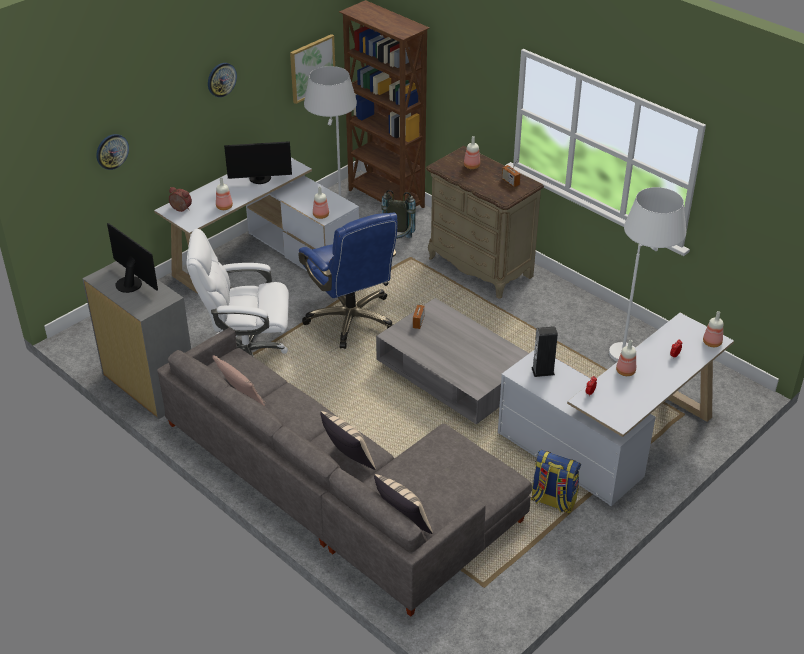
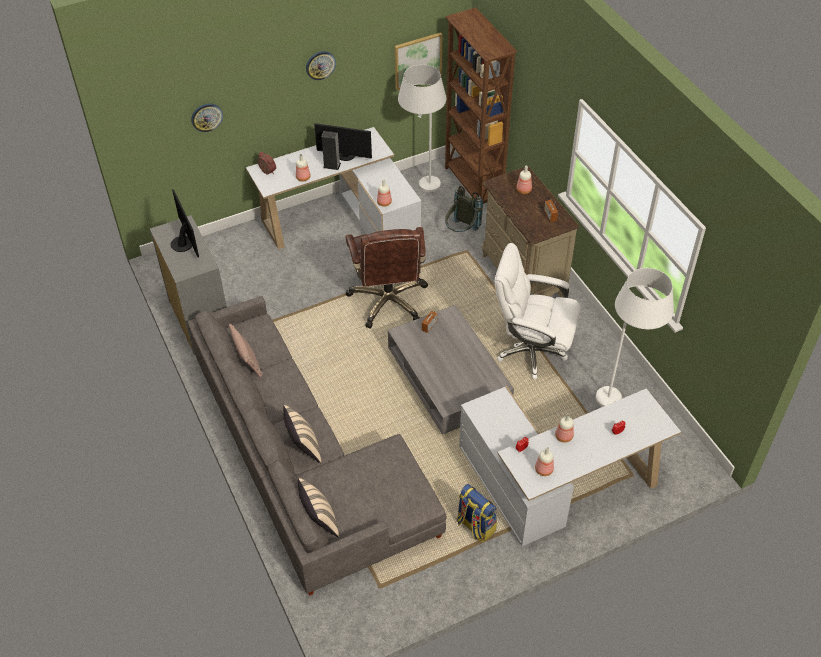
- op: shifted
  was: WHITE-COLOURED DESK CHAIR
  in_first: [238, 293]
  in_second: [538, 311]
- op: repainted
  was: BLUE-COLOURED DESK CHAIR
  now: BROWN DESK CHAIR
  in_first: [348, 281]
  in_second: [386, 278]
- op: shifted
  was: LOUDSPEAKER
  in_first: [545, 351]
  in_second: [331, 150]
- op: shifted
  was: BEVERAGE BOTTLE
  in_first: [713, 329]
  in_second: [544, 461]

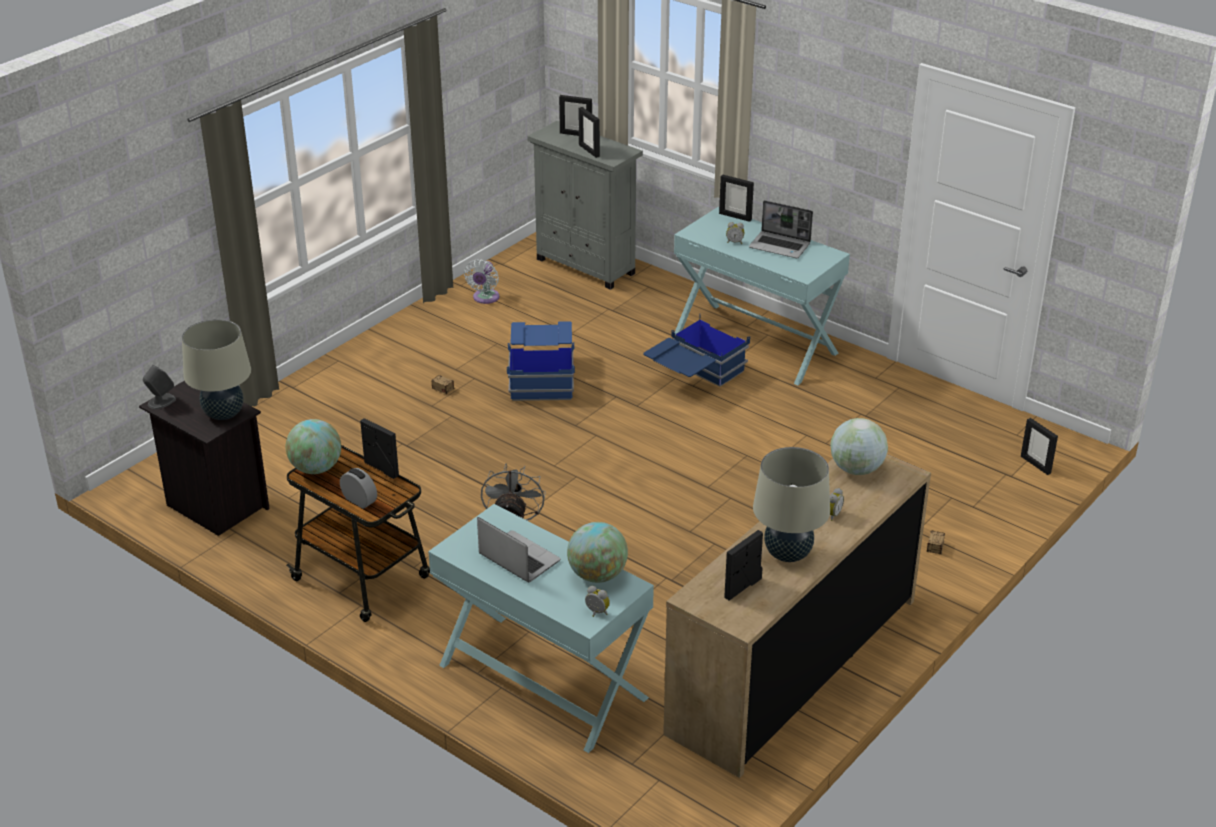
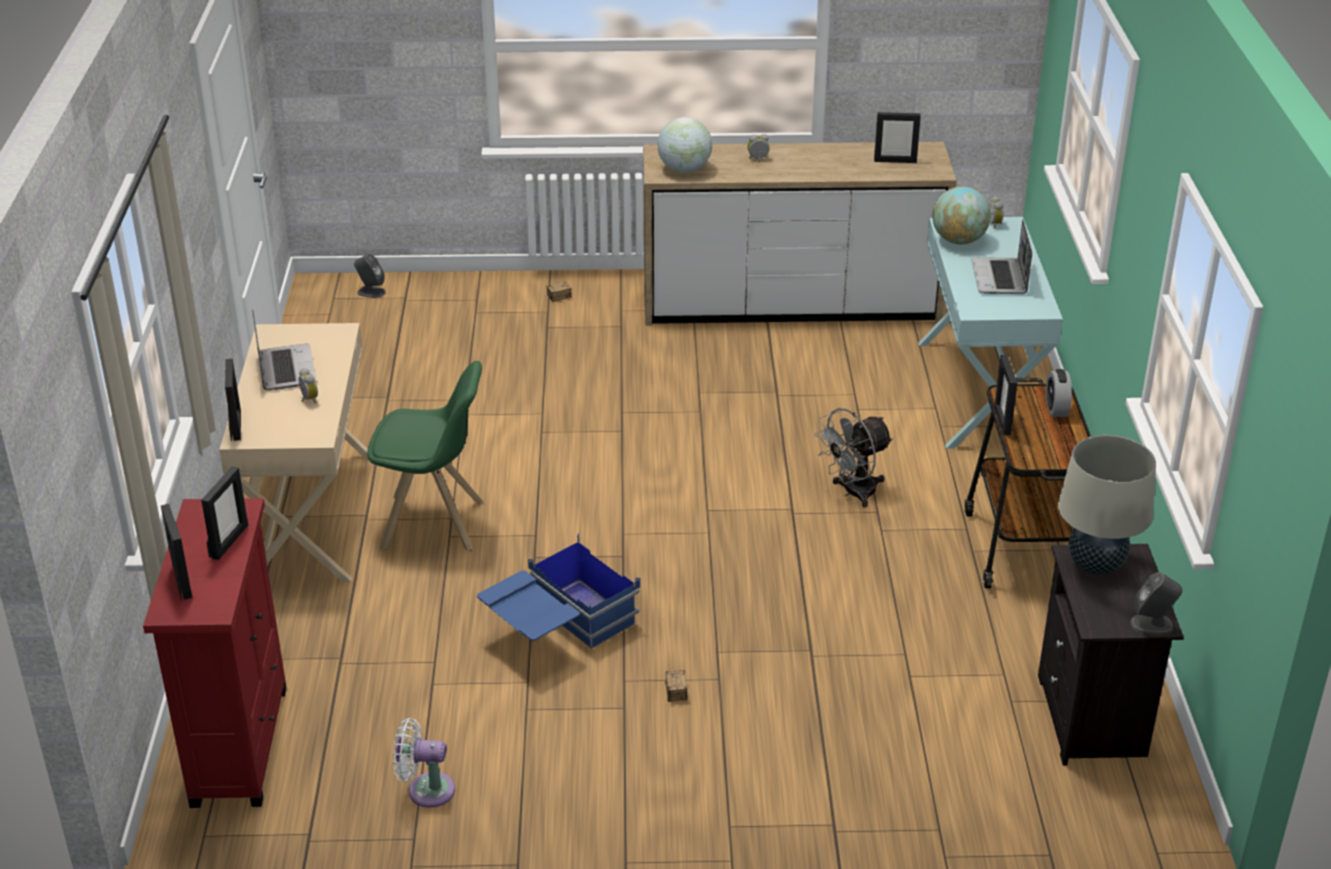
- op: gone
  was: DESK GLOBE
  in_first: [313, 446]
- op: rotated
  was: WHITE-COLOURED FAN
  in_first: [481, 281]
  in_second: [424, 763]
  clockwise: -150
- op: repainted
  was: GREYISH STORAGE CABINET
  now: RED STORAGE CABINET
  in_first: [585, 205]
  in_second: [215, 653]
- op: swapped
  was: BLUE-COLOURED STORAGE BOX
  now: GREEN UPRIGHT CHAIR
  in_first: [696, 351]
  in_second: [425, 456]
- op: repainted
  was: TURQUOISE-COLOURED DESK TABLE
  now: BEIGE-COLOURED DESK TABLE
  in_first: [762, 296]
  in_second: [293, 452]
- op: gone
  was: BEIGE-COLOURED LAMP FOR A TABLE
  in_first: [791, 504]
- op: swapped
  was: PICTURE FRAME
  now: GREYISH LOUDSPEAKER
  in_first: [1039, 446]
  in_second: [370, 276]

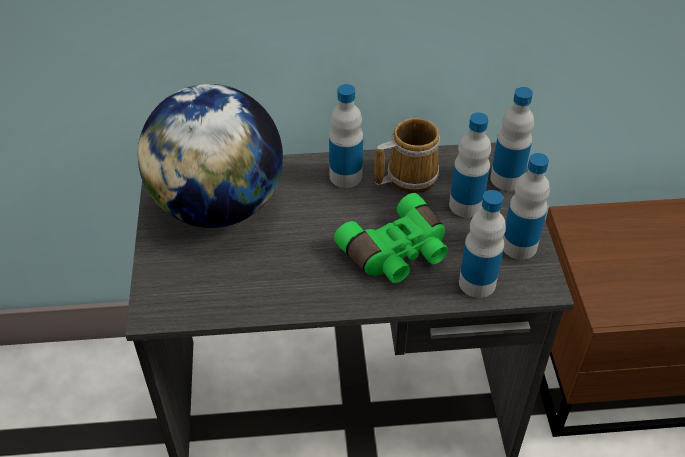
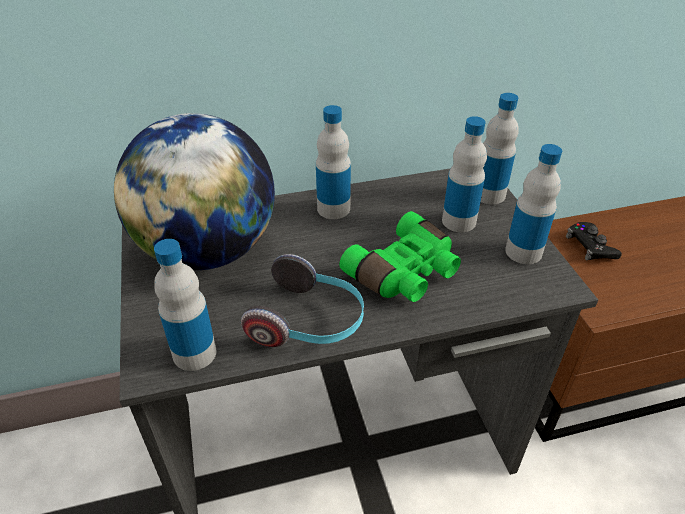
- op: gone
  was: MUG
  in_first: [407, 155]
- op: shifted
  was: BEVERAGE BOTTLE
  in_first: [482, 244]
  in_second: [185, 305]
- op: new
  now: HEADPHONES
  in_second: [302, 300]
- op: new
  now: BLACK-COLOURED GAMEPAD
  in_second: [594, 241]

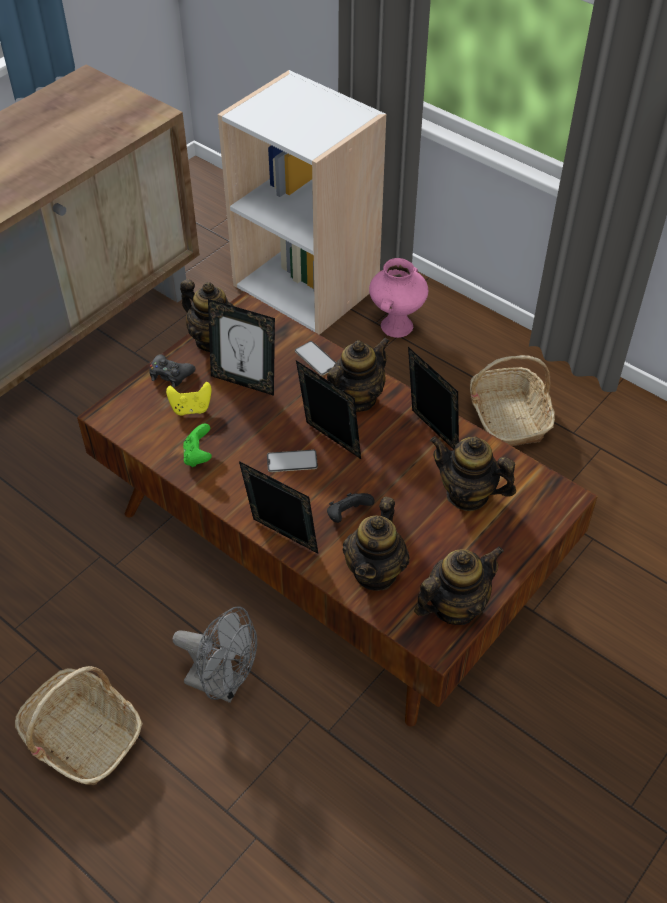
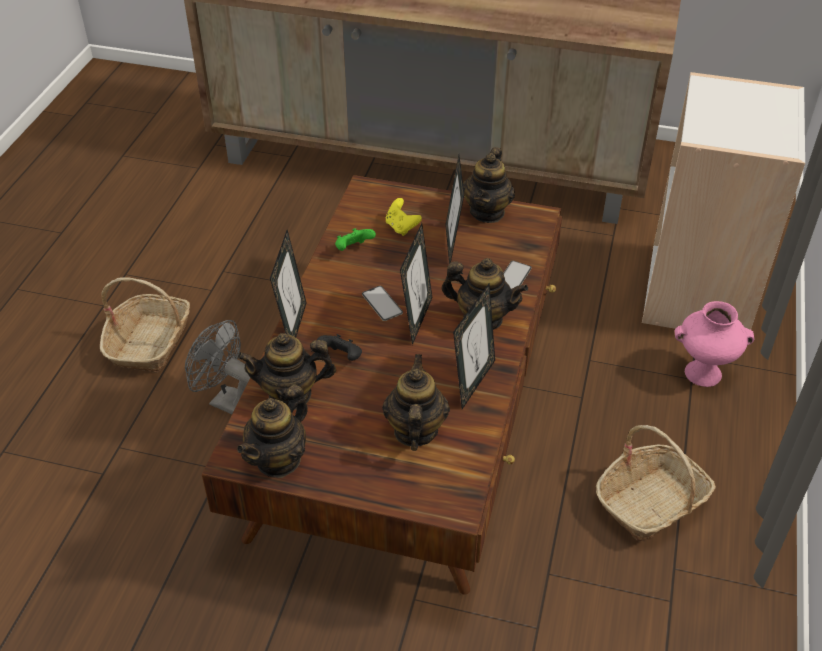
- op: gone
  was: BLACK-COLOURED GAMEPAD
  in_first: [173, 371]
- op: rotated
  was: GREYISH FAN
  in_first: [215, 654]
  in_second: [217, 367]
  clockwise: 120
- op: rotated
  was: TEA POT
  in_first: [459, 585]
  in_second: [272, 431]
  clockwise: 90

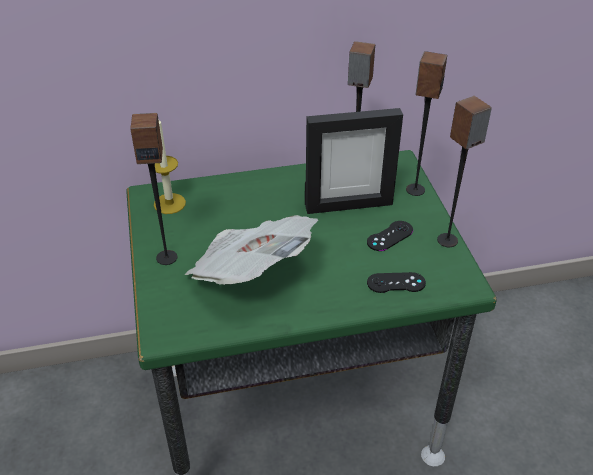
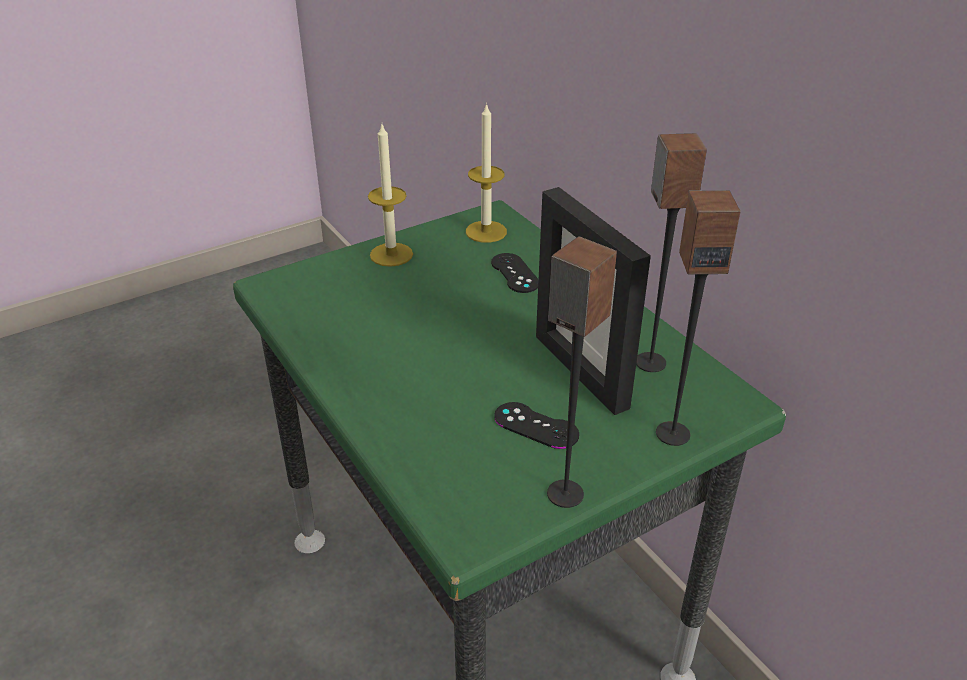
- op: swapped
  was: LOUDSPEAKER
  now: WAX LIGHT
  in_first: [153, 189]
  in_second: [390, 195]
- op: gone
  was: DAILY PAPER
  in_first: [251, 250]
- op: shifted
  was: BLACK-COLOURED GAMEPAD
  in_first: [396, 282]
  in_second: [515, 273]

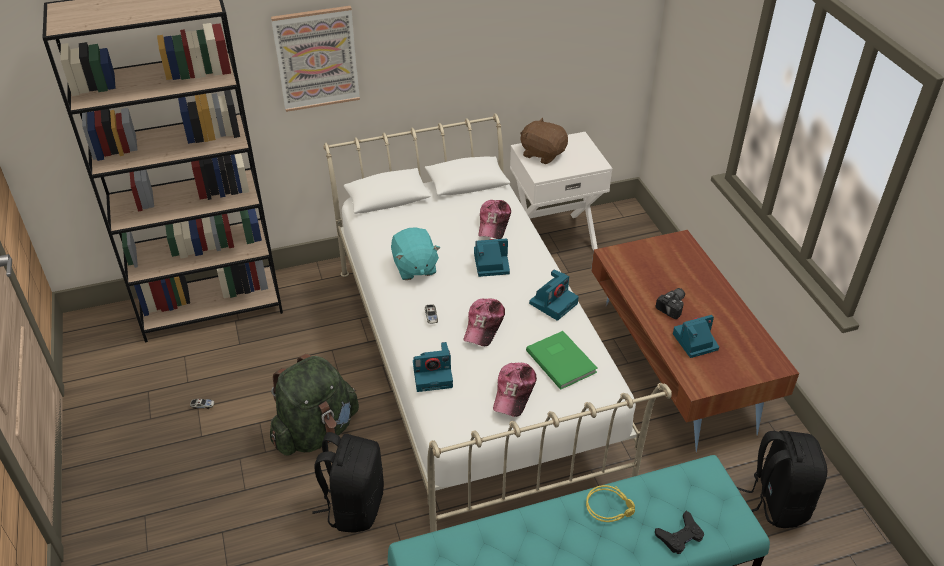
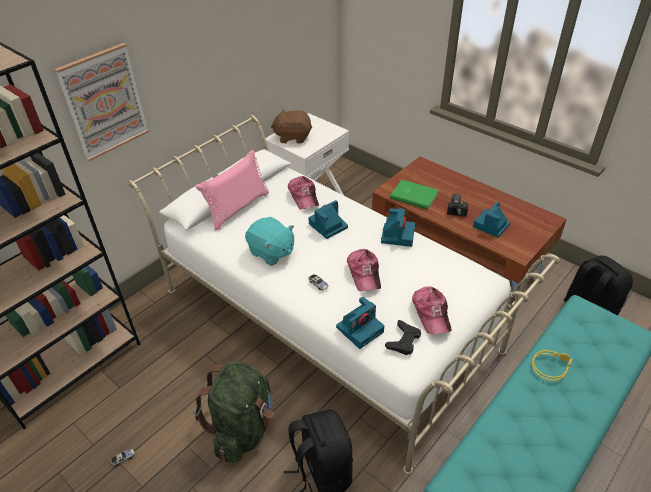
- op: shifted
  was: GREEN BOOK
  in_first: [562, 360]
  in_second: [414, 195]
- op: shifted
  was: BLACK-COLOURED GAMEPAD
  in_first: [679, 532]
  in_second: [403, 337]
- op: new
  now: PINK-COLOURED CUSHION
  in_second: [232, 190]

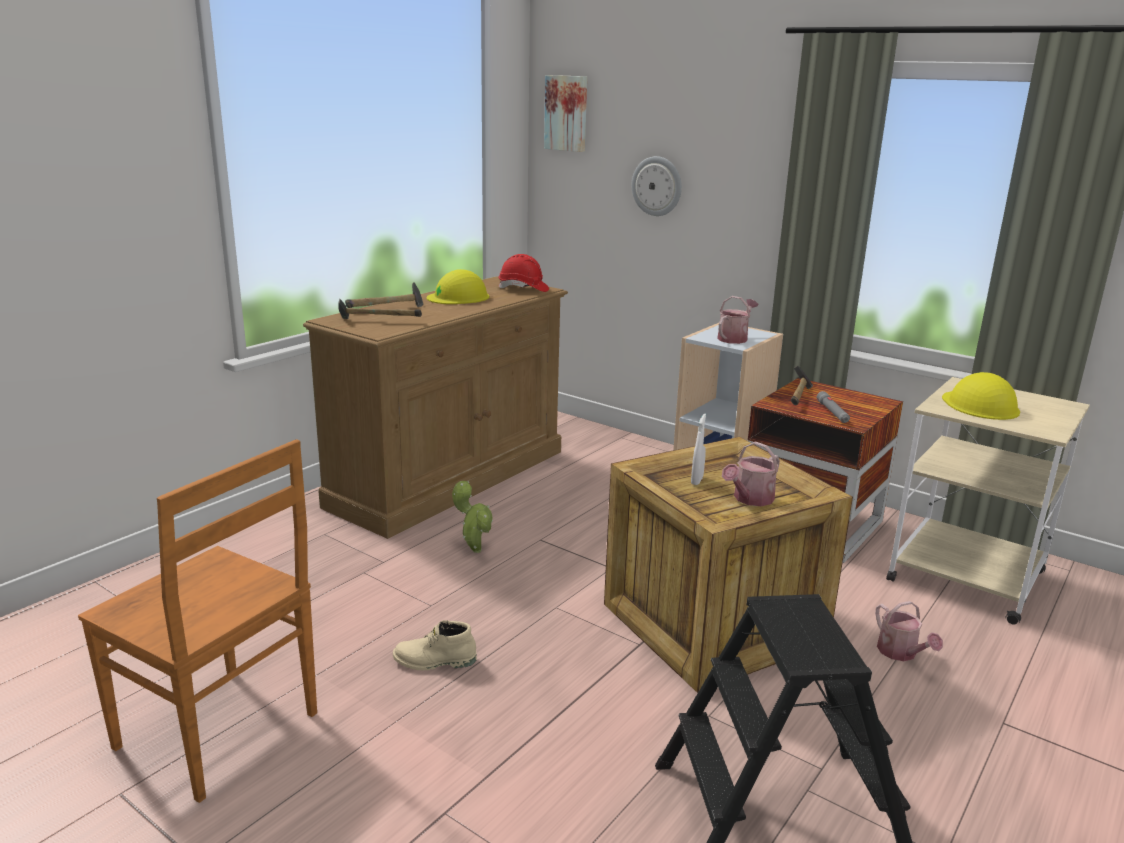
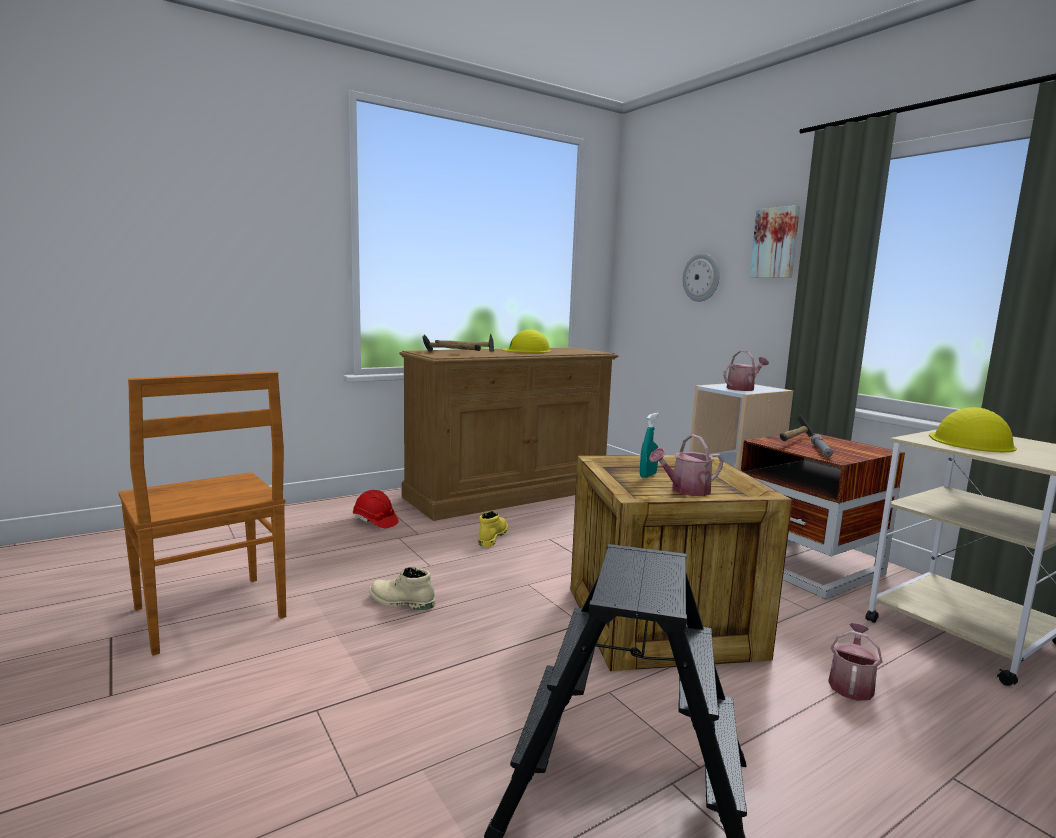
- op: swapped
  was: HOUSEPLANT
  now: YELLOWISH BOOT
  in_first: [472, 517]
  in_second: [493, 529]
- op: shifted
  was: RED HARD HAT
  in_first: [524, 273]
  in_second: [376, 509]
- op: shifted
  was: WALL PICTURE
  in_first: [565, 113]
  in_second: [775, 241]
- op: repainted
  was: WHITE-COLOURED HAND SPRAYER
  now: TURQUOISE-COLOURED HAND SPRAYER
  in_first: [698, 449]
  in_second: [649, 445]
- op: rotated
  was: SPRINKLING CAN
  in_first: [909, 631]
  in_second: [855, 662]
  clockwise: -150

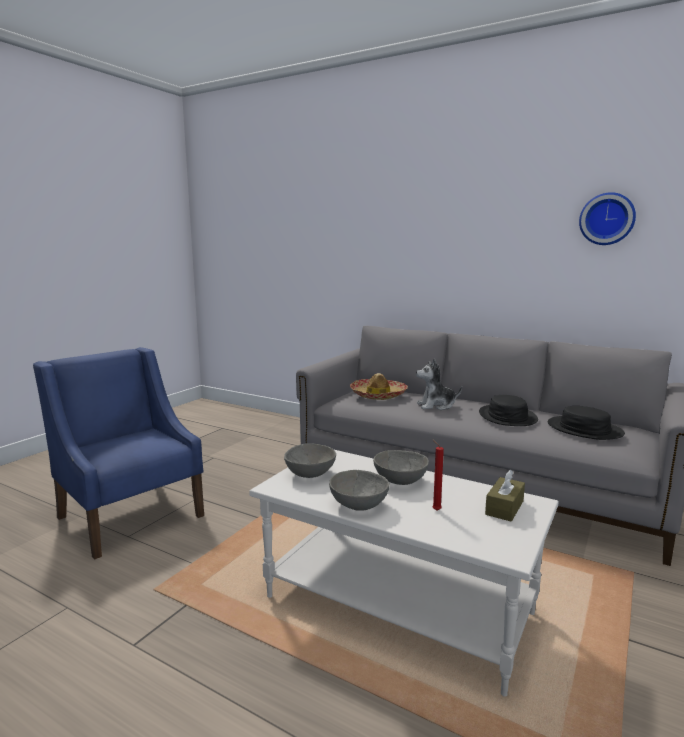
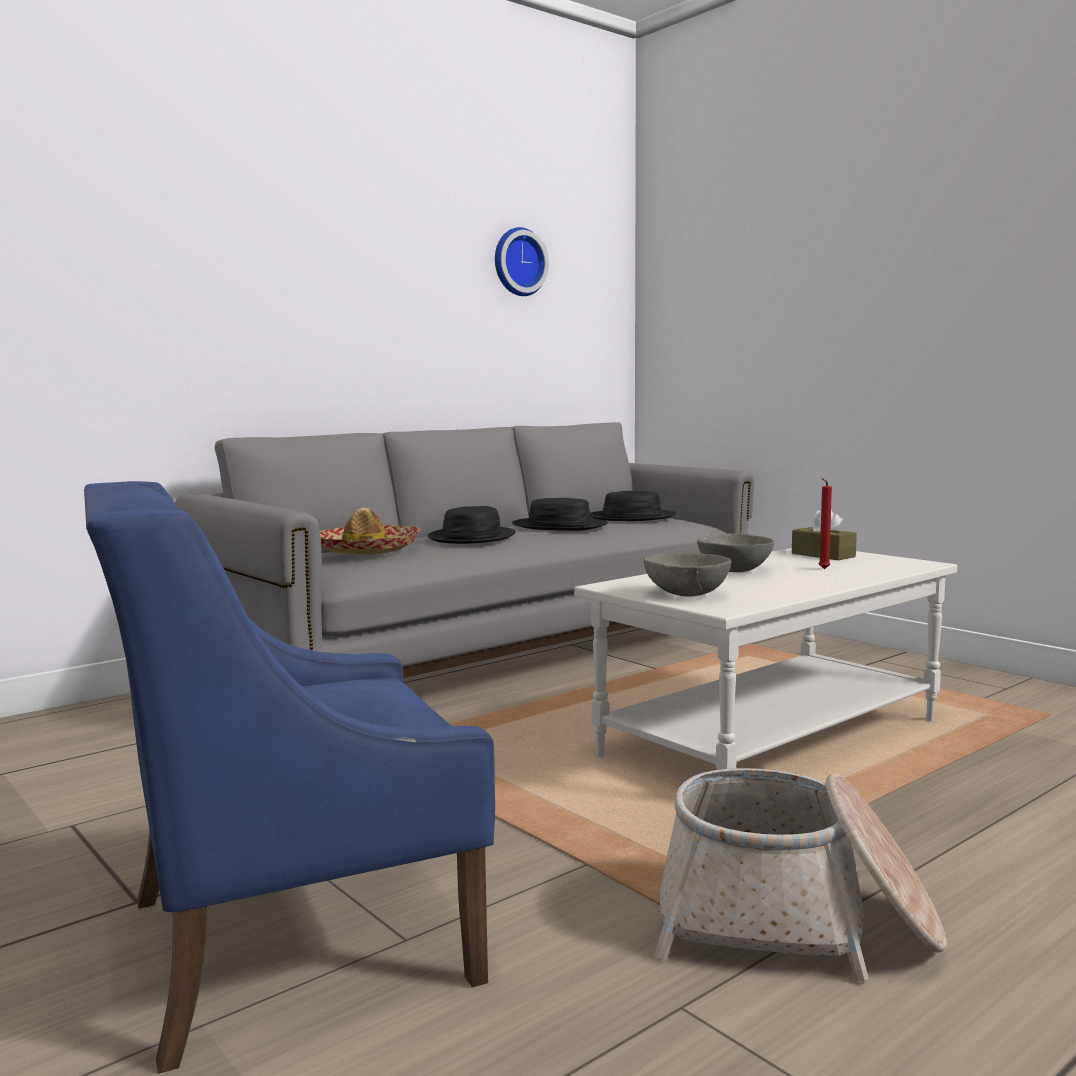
- op: gone
  was: GREYISH DEEP DISH
  in_first: [359, 490]
- op: swapped
  was: PLUSH TOY
  now: BLACK-COLOURED HAT
  in_first: [439, 384]
  in_second: [472, 525]
- op: new
  now: STORAGE BASKET
  in_second: [800, 874]

